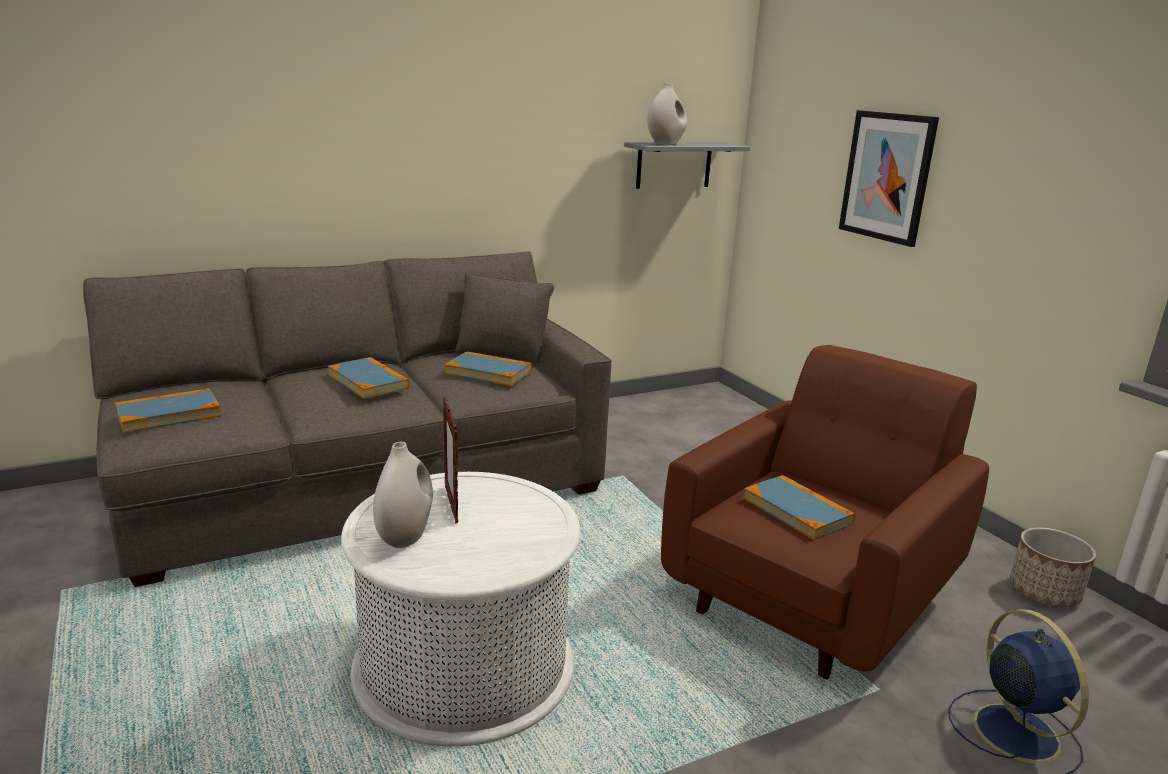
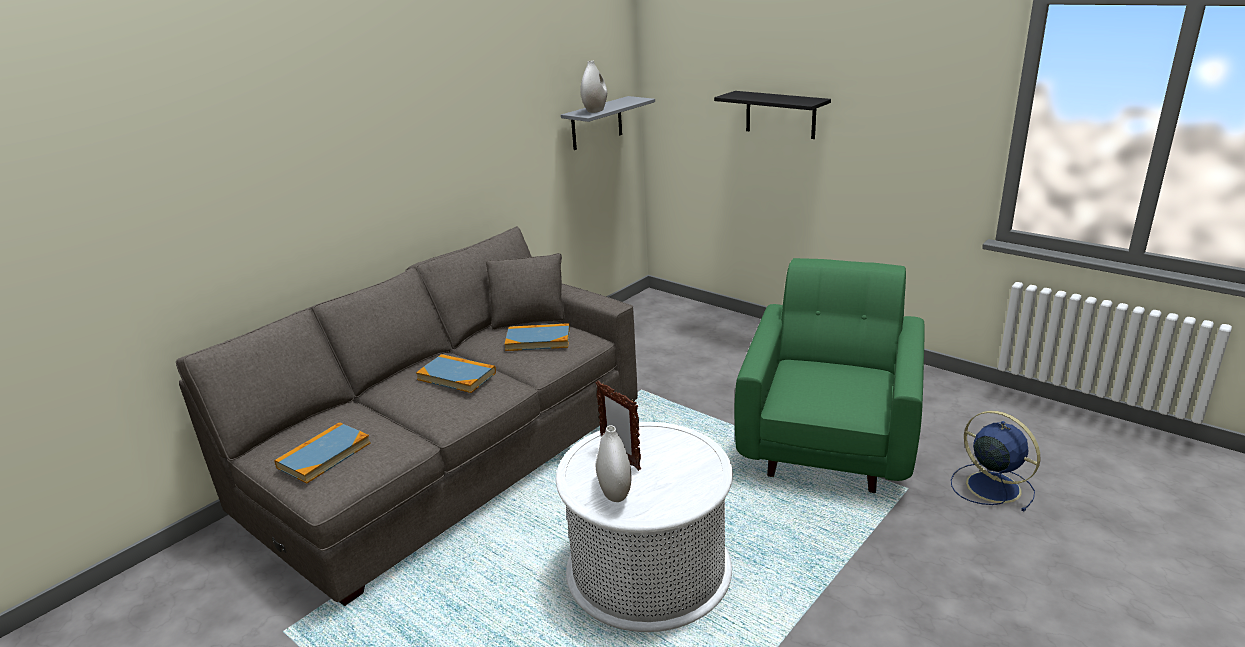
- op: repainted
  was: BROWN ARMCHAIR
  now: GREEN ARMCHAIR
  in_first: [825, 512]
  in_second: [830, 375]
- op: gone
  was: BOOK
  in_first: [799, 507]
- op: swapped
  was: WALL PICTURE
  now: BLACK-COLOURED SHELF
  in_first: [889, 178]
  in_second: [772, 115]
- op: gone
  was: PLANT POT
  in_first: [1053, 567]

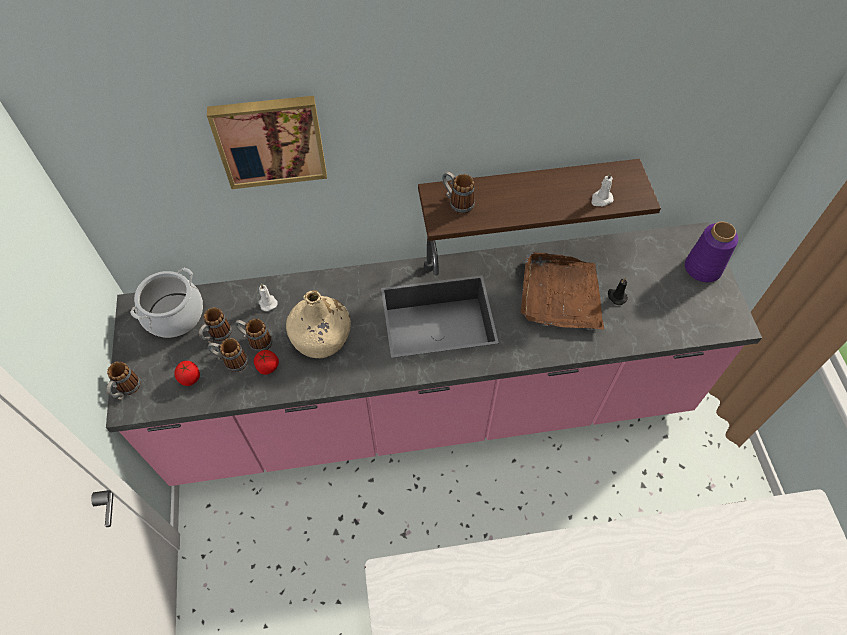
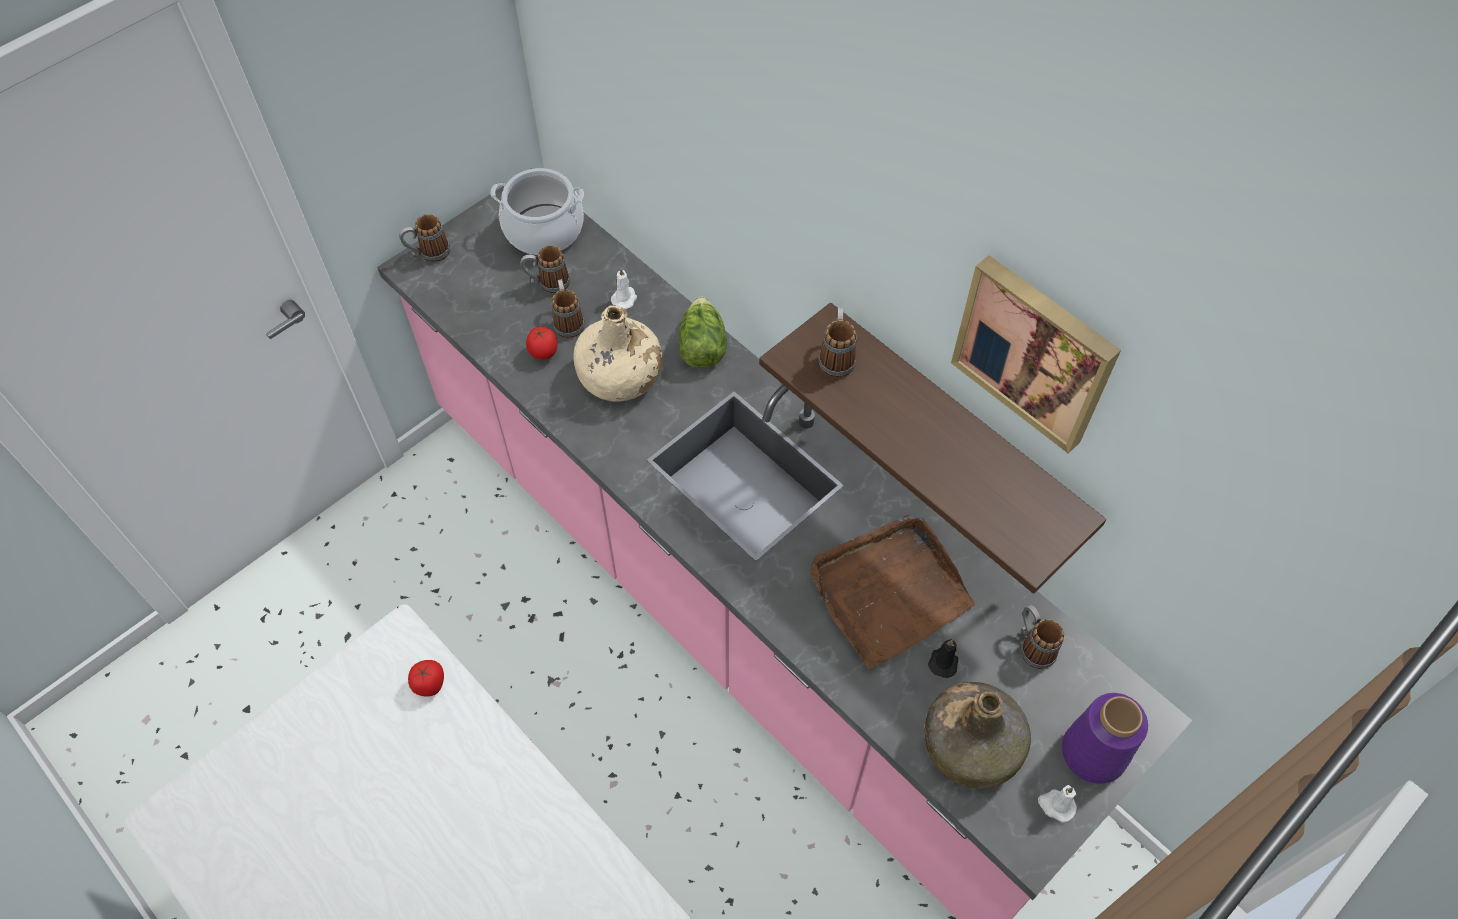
- op: shifted
  was: TOMATO
  in_first: [187, 373]
  in_second: [426, 678]
- op: shifted
  was: WALL PICTURE
  in_first: [267, 142]
  in_second: [1036, 354]
- op: shifted
  was: MUG
  in_first: [227, 355]
  in_second: [1042, 637]
- op: shifted
  was: WHITE-COLOURED WAX LIGHT
  in_first: [602, 189]
  in_second: [1057, 804]
- op: new
  now: HEAD OF LETTUCE
  in_second: [702, 332]
- op: new
  now: GREEN BEVERAGE BOTTLE
  in_second: [977, 735]

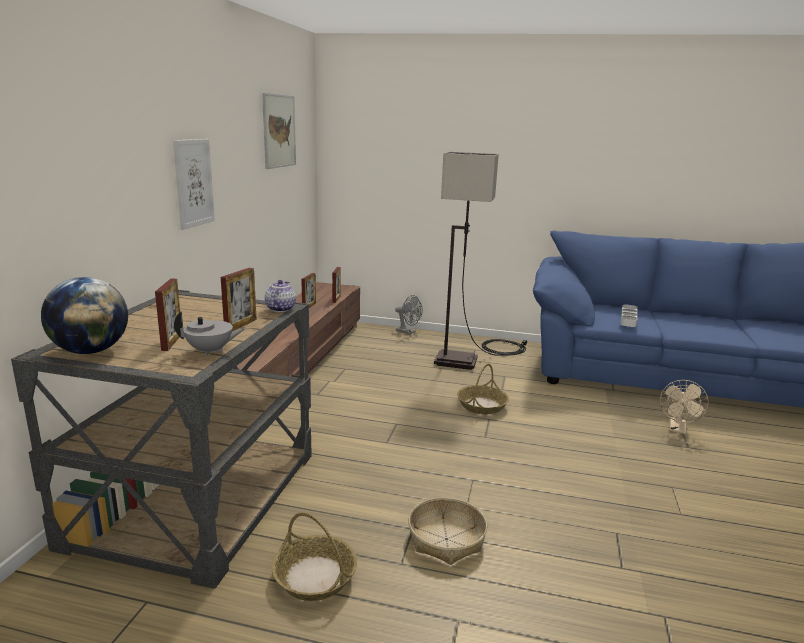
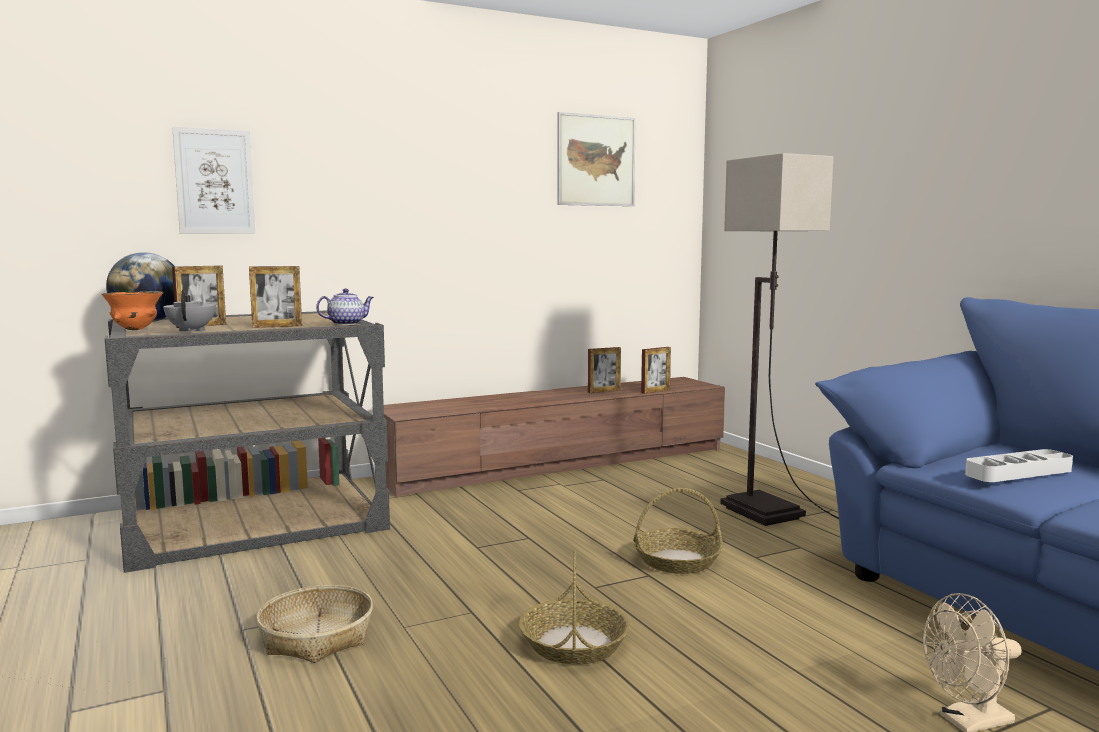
- op: shifted
  was: WALL PICTURE
  in_first: [194, 184]
  in_second: [213, 180]
- op: rotated
  was: GREYISH TEA POT
  in_first: [210, 333]
  in_second: [189, 311]
  clockwise: -150
- op: shifted
  was: STORAGE BASKET
  in_first: [314, 556]
  in_second: [574, 607]
- op: gone
  was: GREYISH FAN
  in_first: [408, 314]
- op: new
  now: ORANGE DEEP DISH
  in_second: [133, 310]

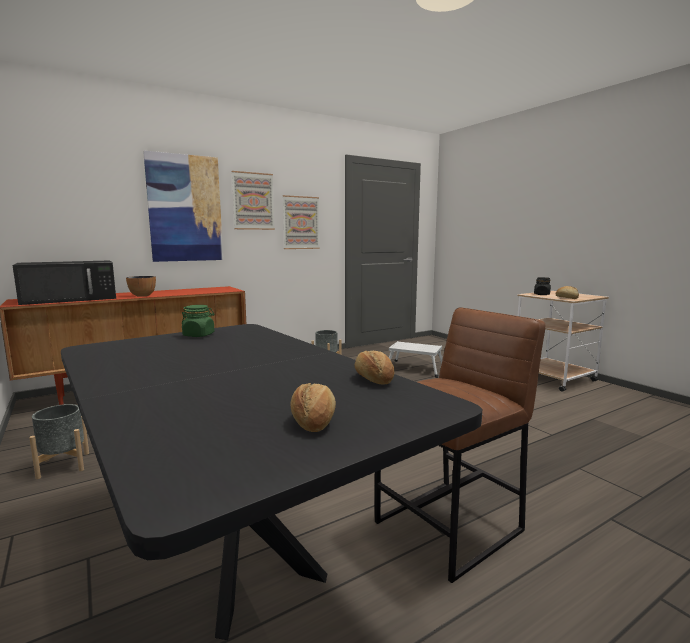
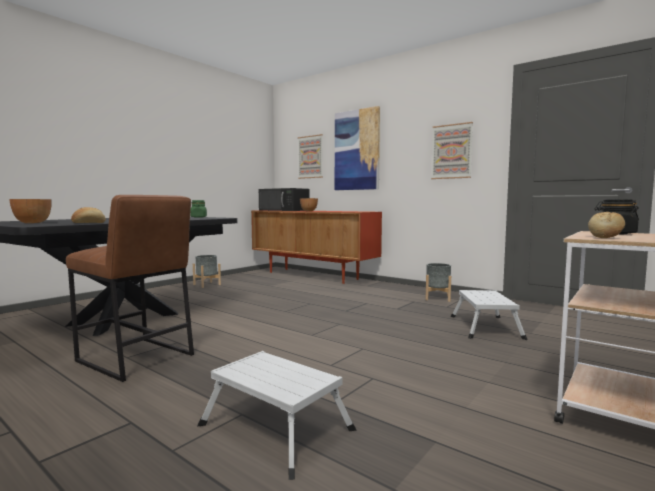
- op: shifted
  was: WALL PICTURE
  in_first: [253, 200]
  in_second: [310, 156]
- op: swapped
  was: BAKED BREAD
  now: DEEP DISH
  in_first: [313, 407]
  in_second: [30, 211]
- op: new
  now: WHITE-COLOURED STEPLADDER
  in_second: [277, 415]

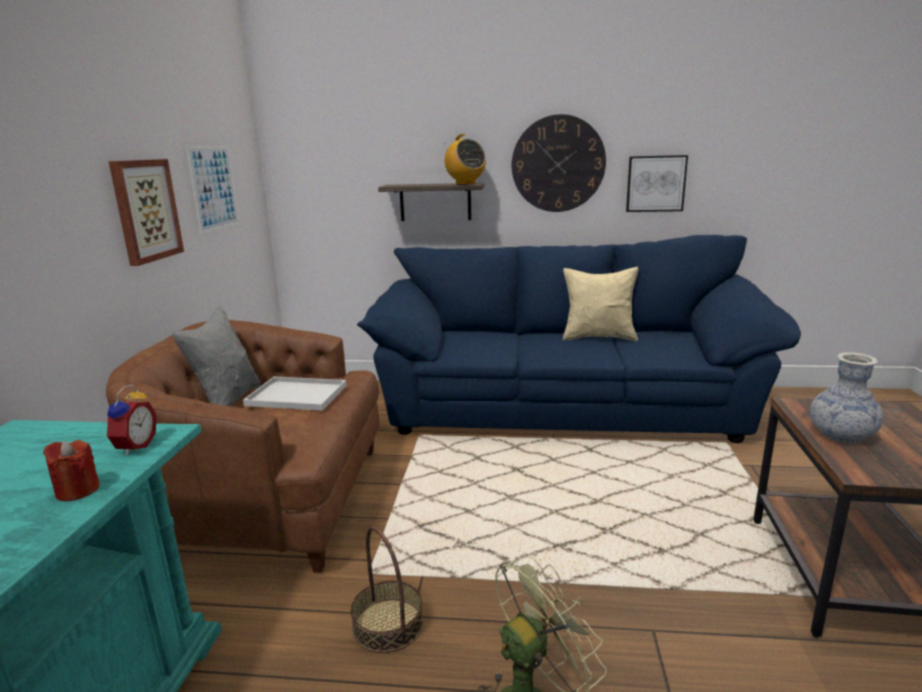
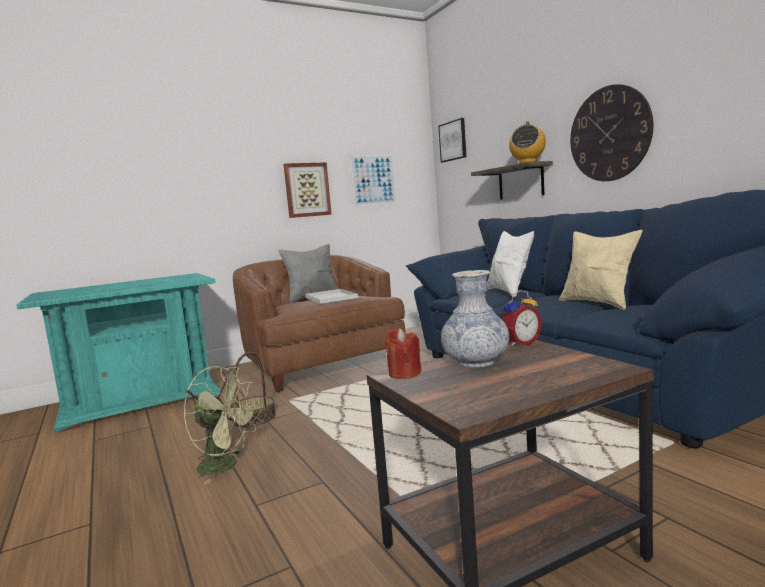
- op: shifted
  was: RED WAX LIGHT
  in_first: [71, 470]
  in_second: [403, 353]
- op: shifted
  was: BEDSIDE CLOCK
  in_first: [130, 420]
  in_second: [522, 318]
- op: shifted
  was: WALL PICTURE
  in_first: [657, 183]
  in_second: [452, 140]
- op: new
  now: WHITE-COLOURED CUSHION
  in_second: [510, 264]

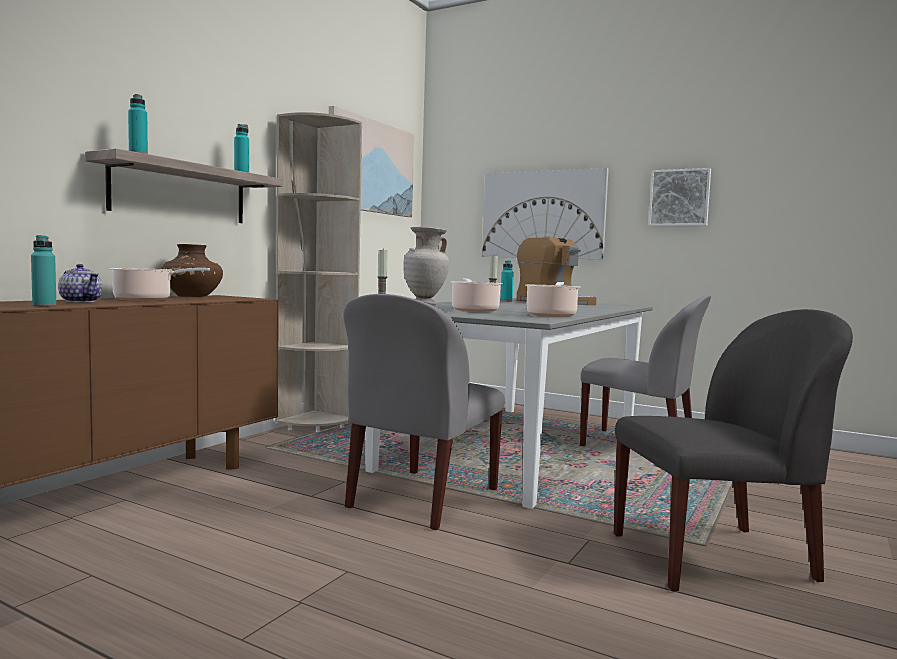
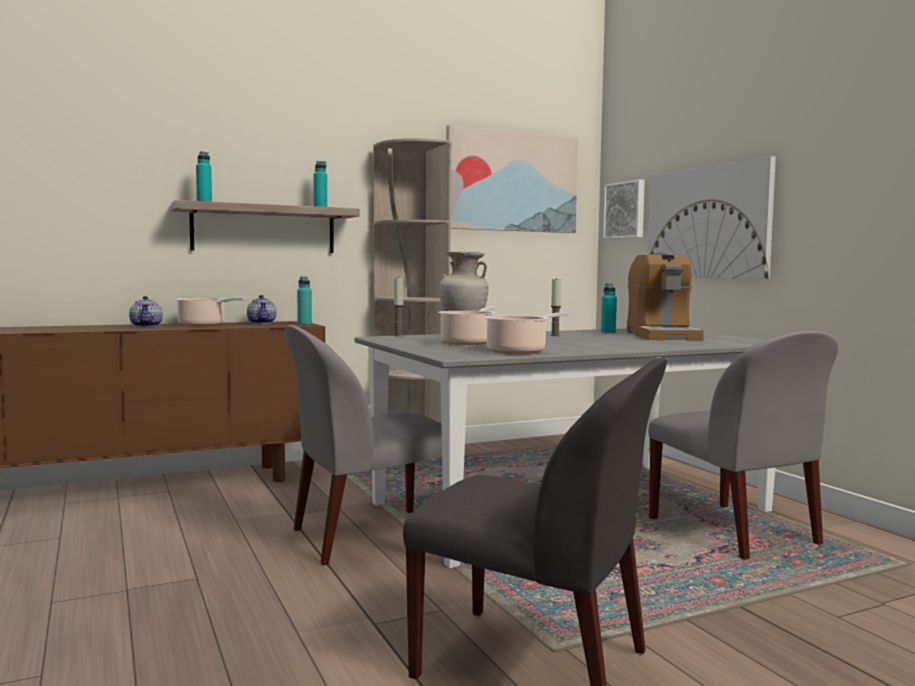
- op: shifted
  was: TURQUOISE-COLOURED BEVERAGE BOTTLE
  in_first: [43, 270]
  in_second: [304, 301]
- op: swapped
  was: BROWN VASE
  now: TEA POT
  in_first: [192, 270]
  in_second: [262, 309]
- op: shifted
  was: WALL PICTURE
  in_first: [679, 197]
  in_second: [624, 209]

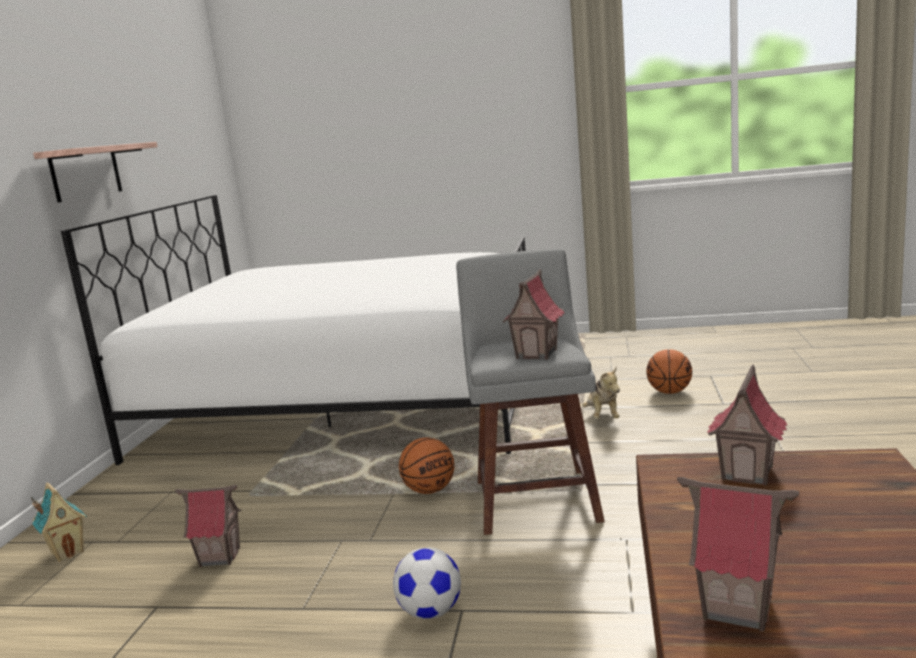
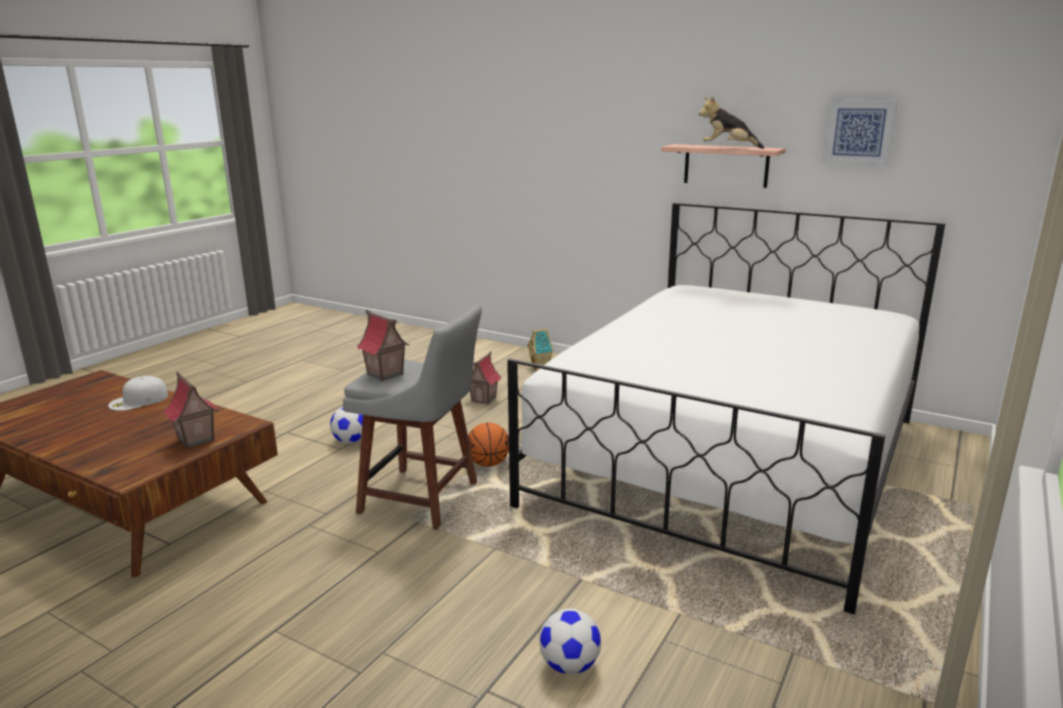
- op: shifted
  was: PLUSH TOY
  in_first: [601, 392]
  in_second: [731, 122]
- op: swapped
  was: BALL FOR BASKETBALL
  now: FOOTBALL
  in_first: [669, 371]
  in_second: [570, 641]
- op: swapped
  was: MODEL HOUSE
  now: WHITE-COLOURED PEAKED CAP
  in_first: [738, 554]
  in_second: [138, 393]
- op: new
  now: WALL PICTURE
  in_second: [860, 132]

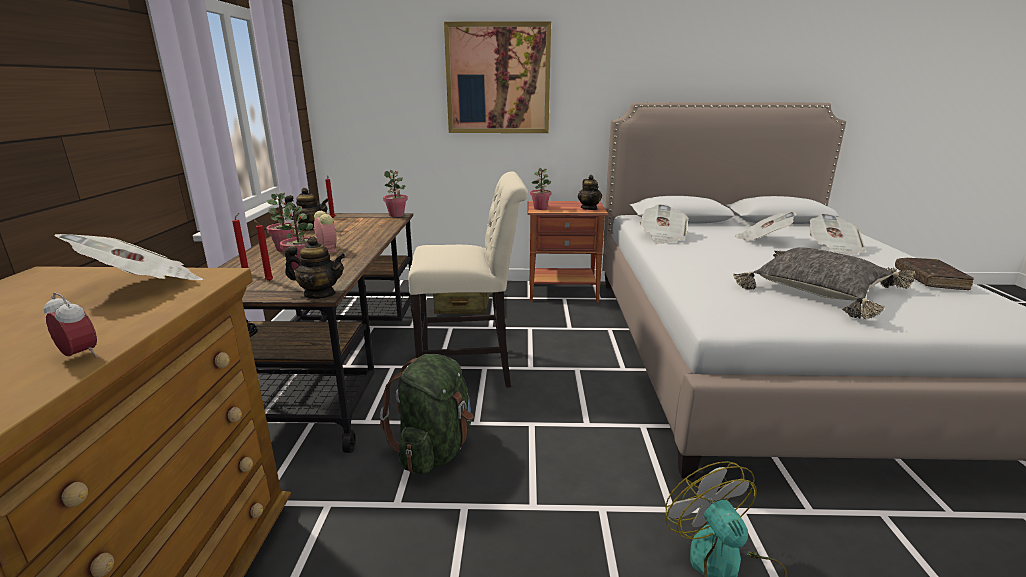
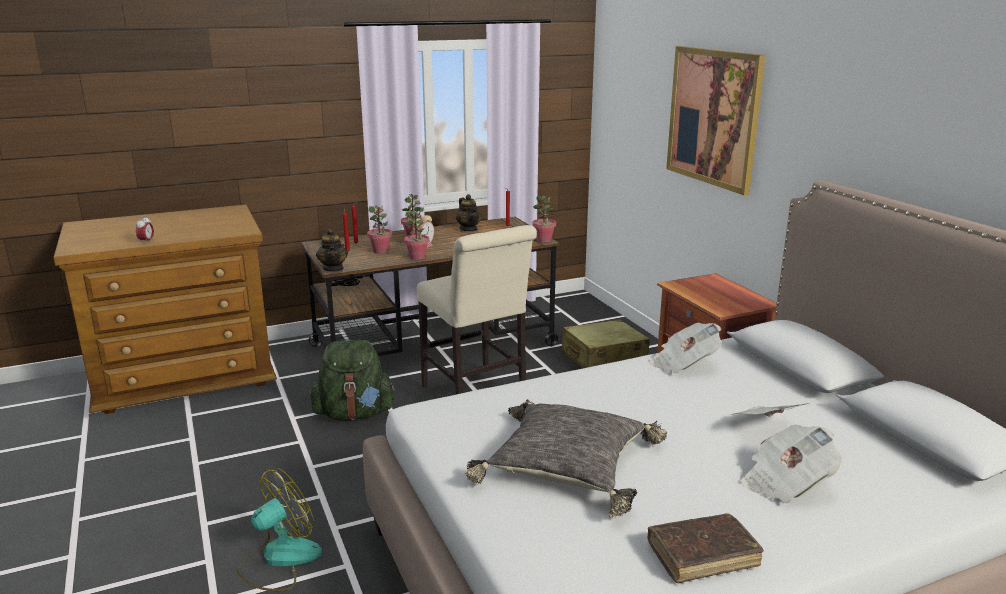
- op: gone
  was: DAILY PAPER
  in_first: [129, 257]
- op: shifted
  was: HOUSEPLANT
  in_first: [540, 189]
  in_second: [416, 235]
- op: gone
  was: TEA POT
  in_first: [590, 192]

